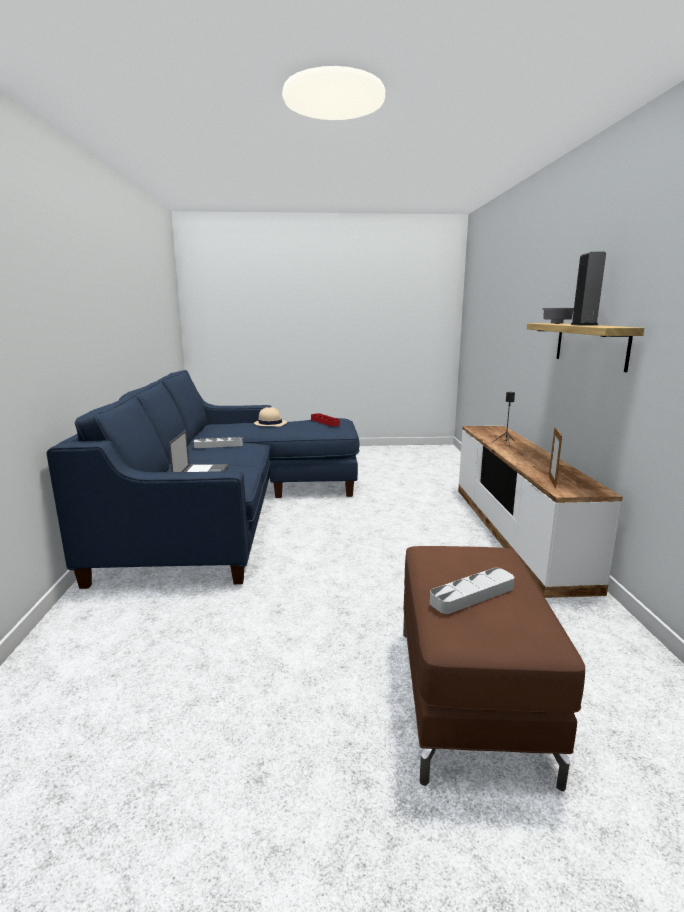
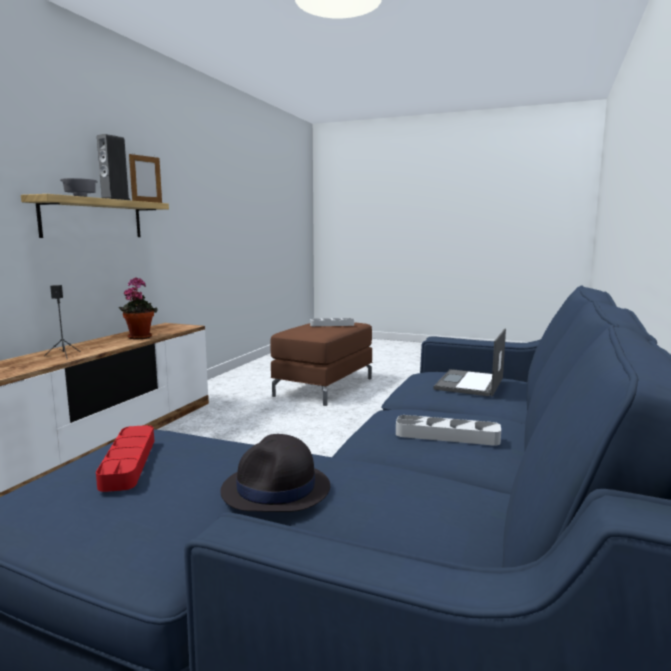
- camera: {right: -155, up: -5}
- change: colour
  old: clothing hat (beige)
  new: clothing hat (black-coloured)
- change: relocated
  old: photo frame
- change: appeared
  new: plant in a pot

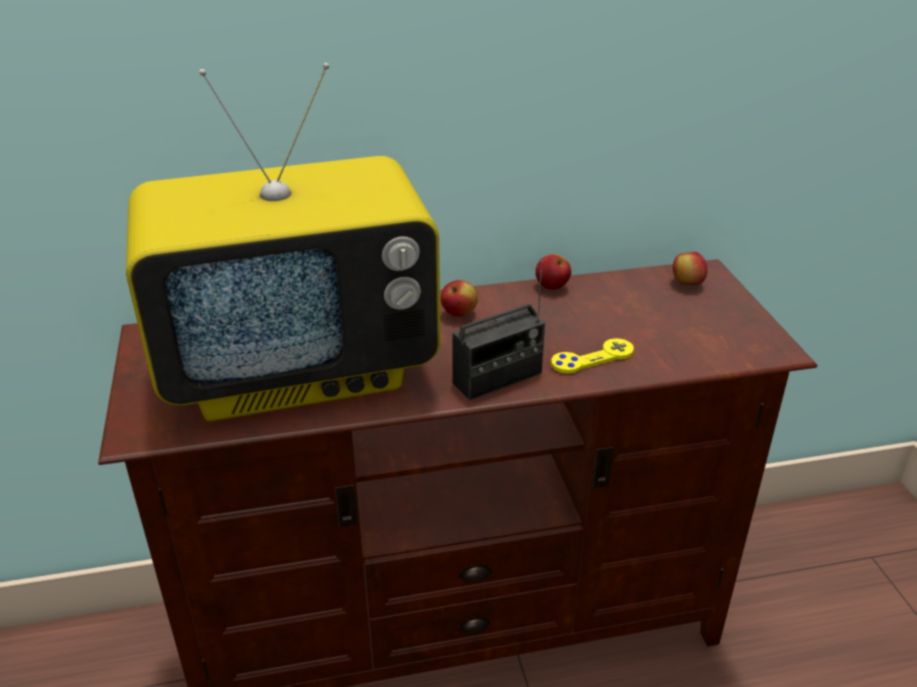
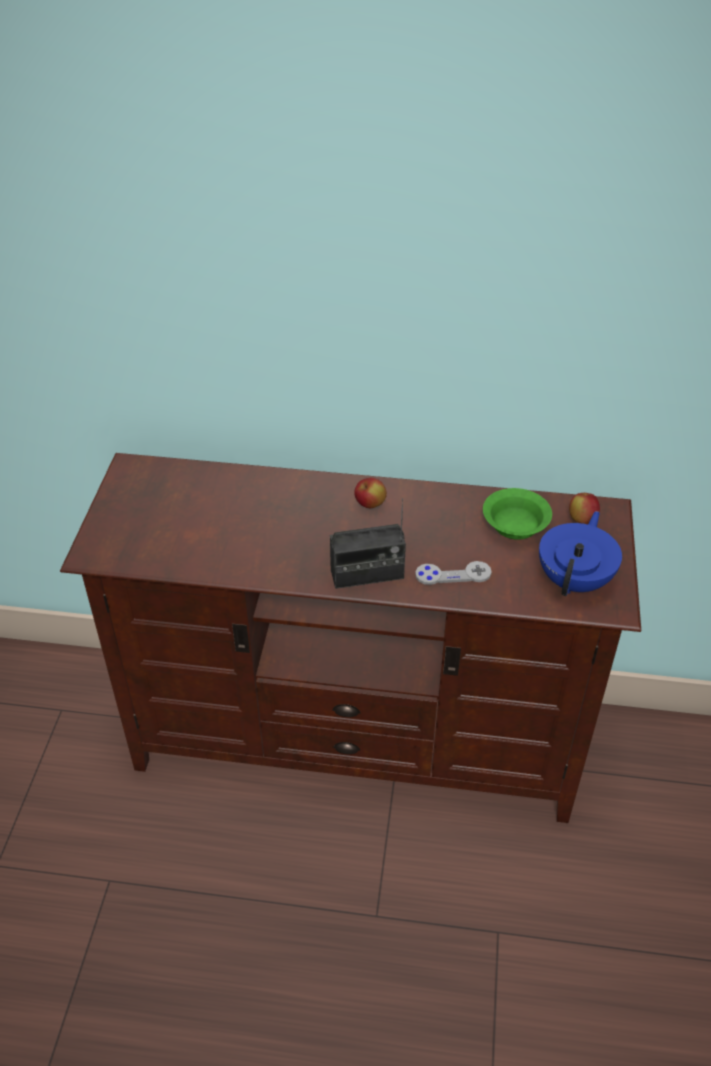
- camera: {right: 20, up: 10}
- change: missing
  old: television
- change: missing
  old: apple fruit (no. 2 from left)
- change: colour
  old: gamepad (yellow)
  new: gamepad (grey)
- change: appeared
  new: serving bowl (green-coloured)
- change: appeared
  new: teapot (blue-coloured)

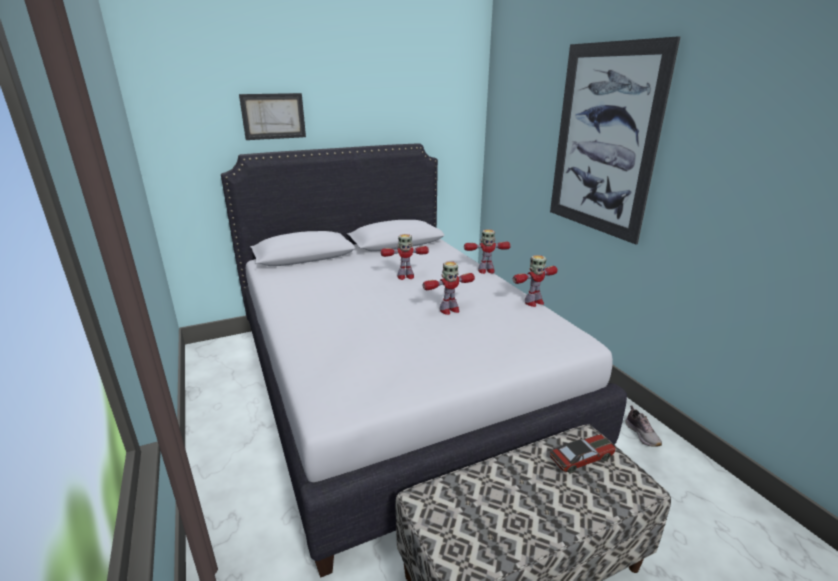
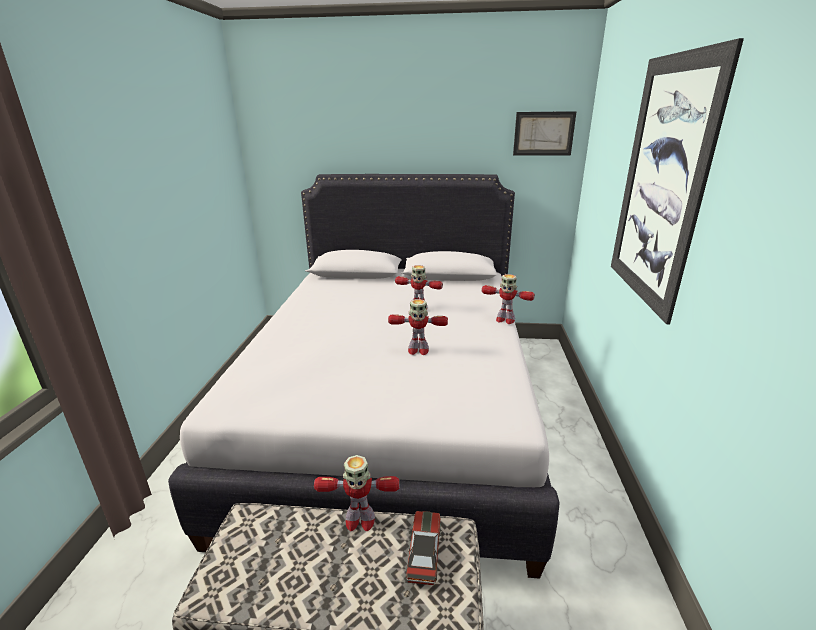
- camera: {right: 30, up: 0}
- change: relocated
  old: wall art (no. 1 from left)
- change: relocated
  old: toy robot (no. 4 from left in the first image)
  new: toy robot (no. 1 from left)
- change: missing
  old: shoe
- change: spun
  old: toy car
  degrees: -90

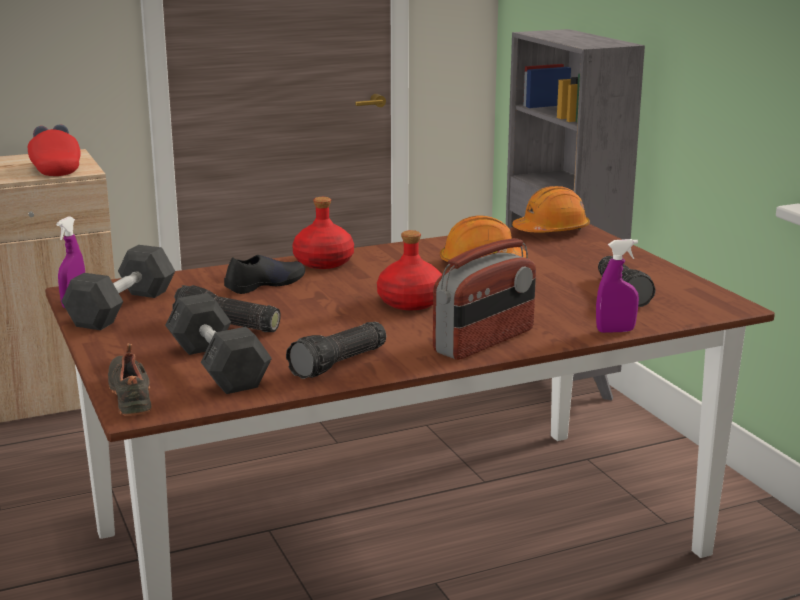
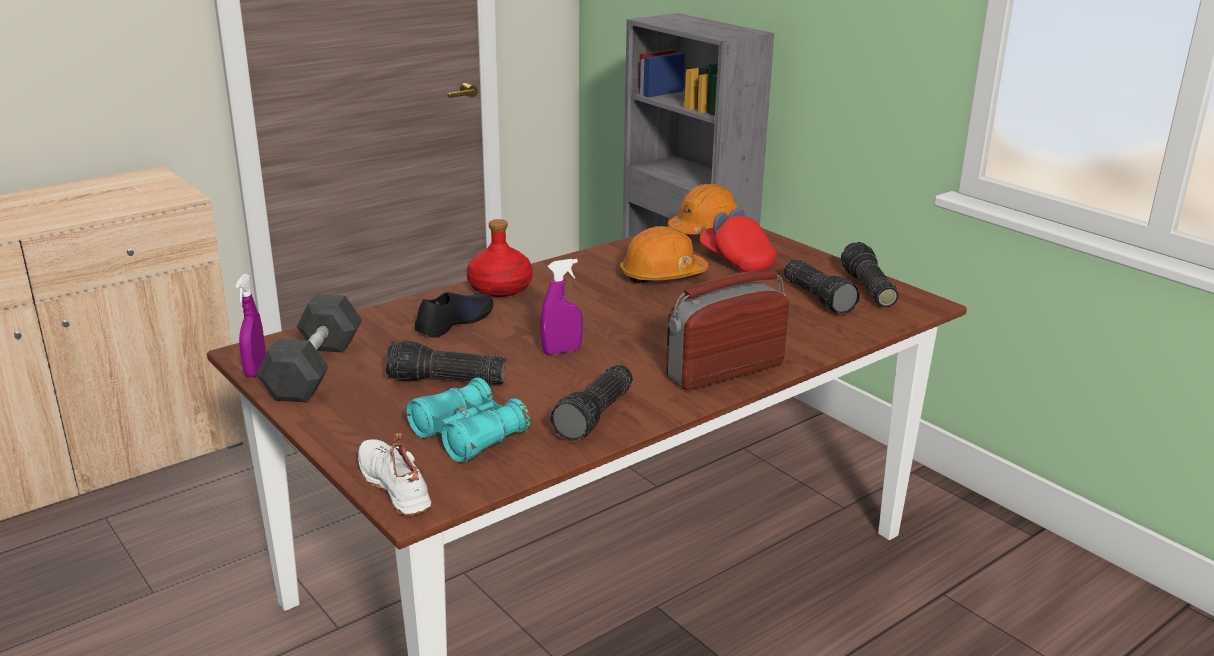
- camera: {right: -15, up: 5}
- change: relocated
  old: baseball cap (reddish)
- change: missing
  old: bottle (reddish) (no. 2 from left)
- change: spun
  old: radio
  degrees: -150
- change: relocated
  old: spray bottle (purplish) (no. 2 from left)
- change: exchanged
  old: hand weight (grey) (no. 2 from left)
  new: binoculars (turquoise-coloured)
- change: colour
  old: shoe (black-coloured) (no. 1 from left)
  new: shoe (white-coloured)
- change: appeared
  new: flashlight (no. 4 from left)

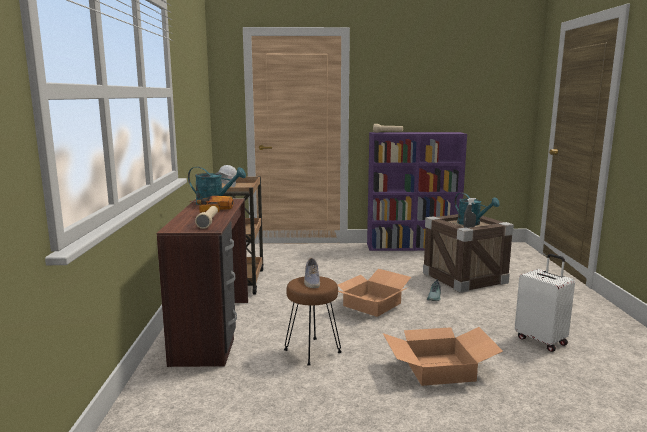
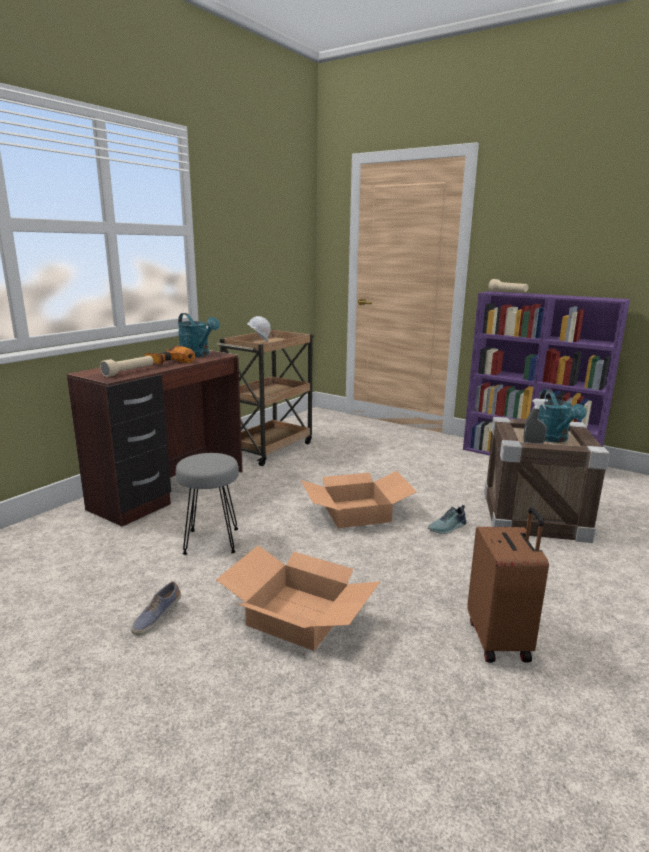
- camera: {right: 35, up: 5}
- change: colour
  old: suitcase (white-coloured)
  new: suitcase (brown)
- change: relocated
  old: shoe (no. 1 from left)
- change: colour
  old: stool (brown)
  new: stool (grey)

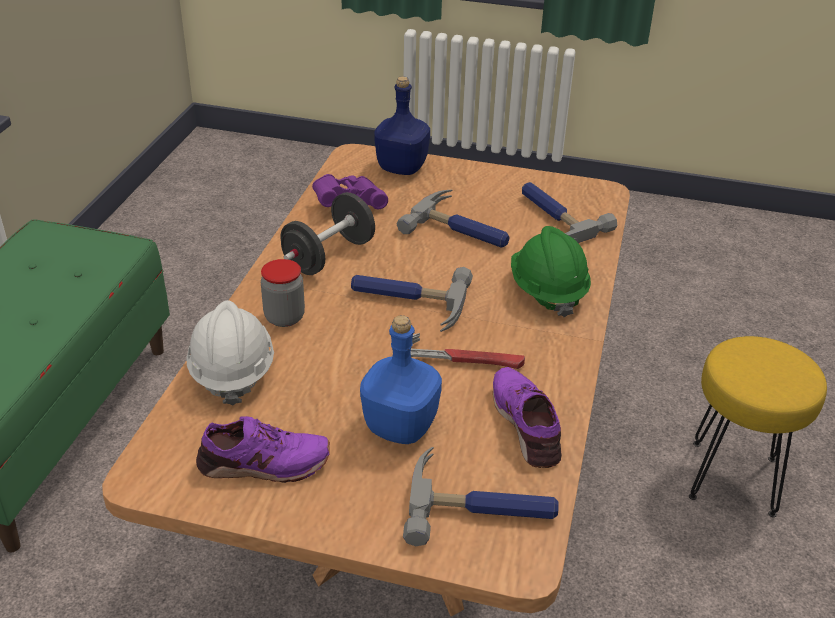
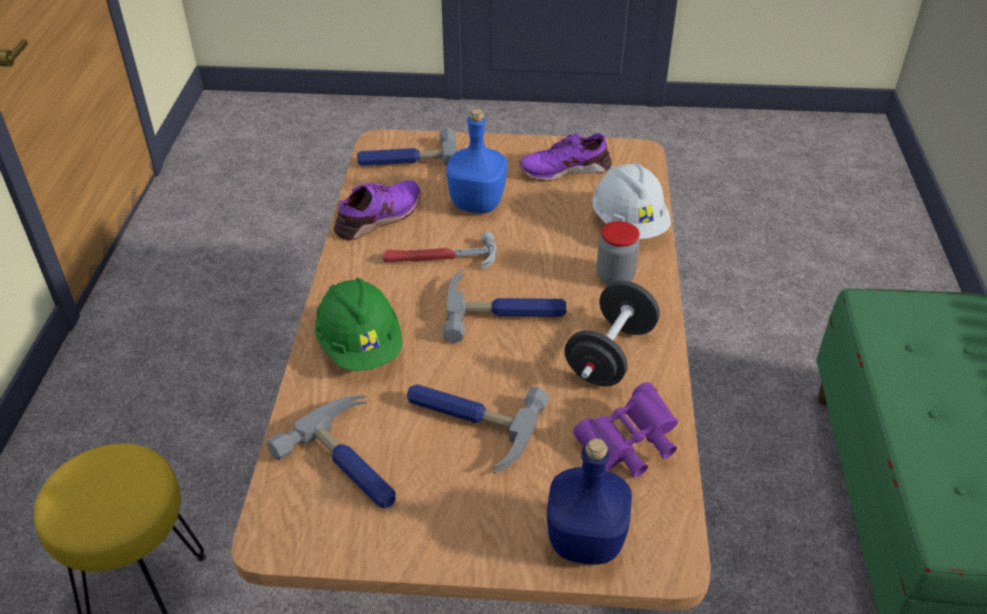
- camera: {right: 170, up: 5}
- change: spun
  old: shoe (purplish) (no. 2 from left in the first image)
  degrees: -105

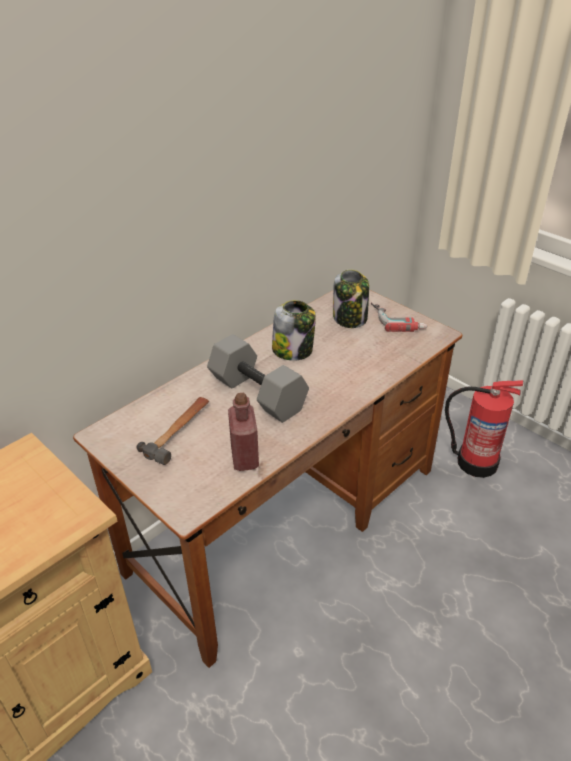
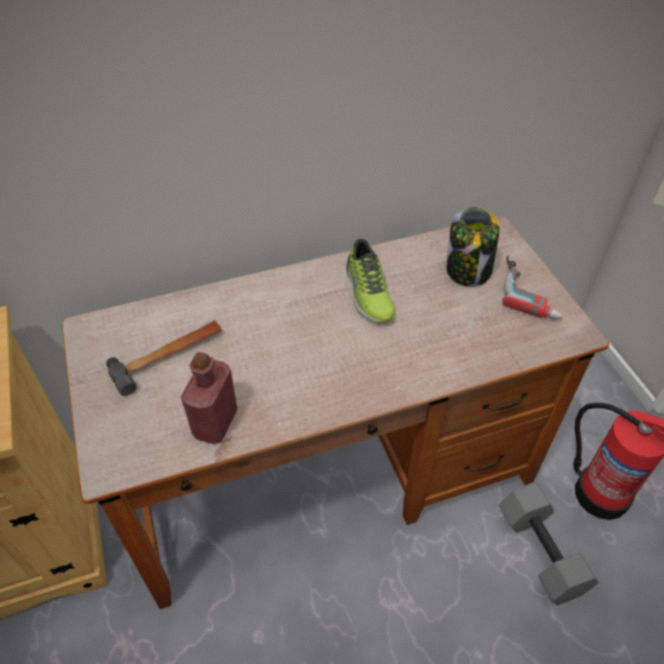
- camera: {right: 25, up: 10}
- change: exchanged
  old: jar (no. 1 from left)
  new: shoe
- change: relocated
  old: hand weight (grey)

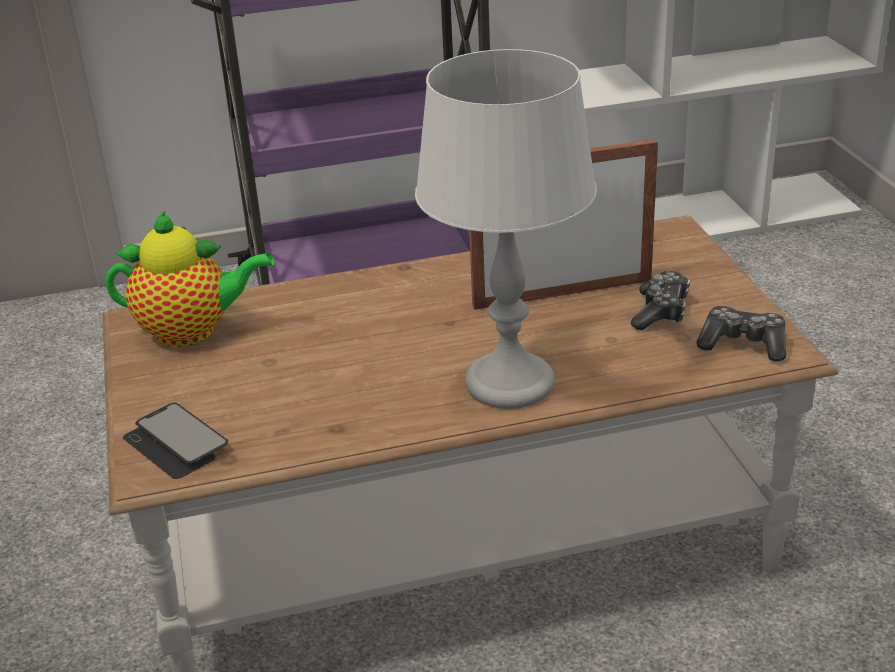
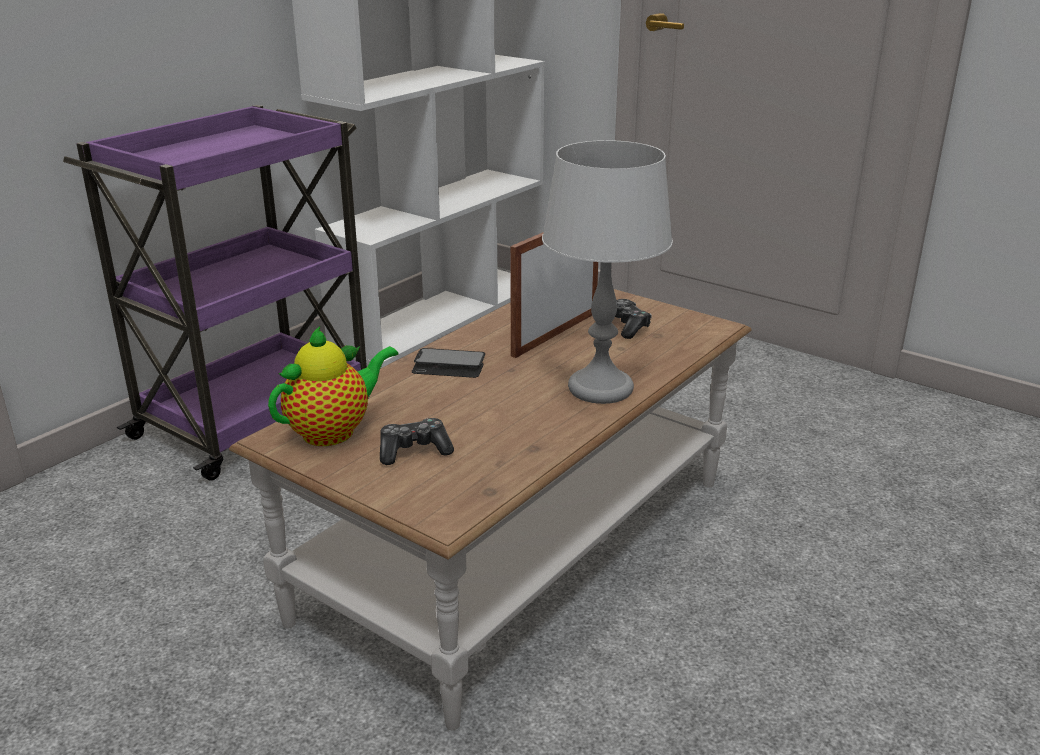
- camera: {right: -40, up: -5}
- change: relocated
  old: gamepad (no. 2 from left in the first image)
  new: gamepad (no. 1 from left)
- change: relocated
  old: handset

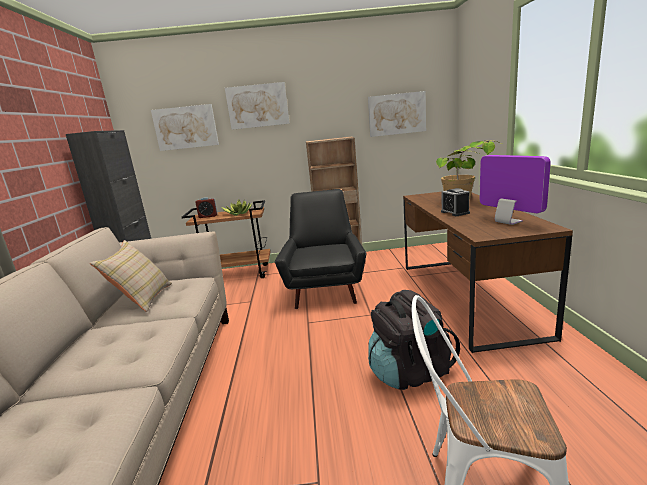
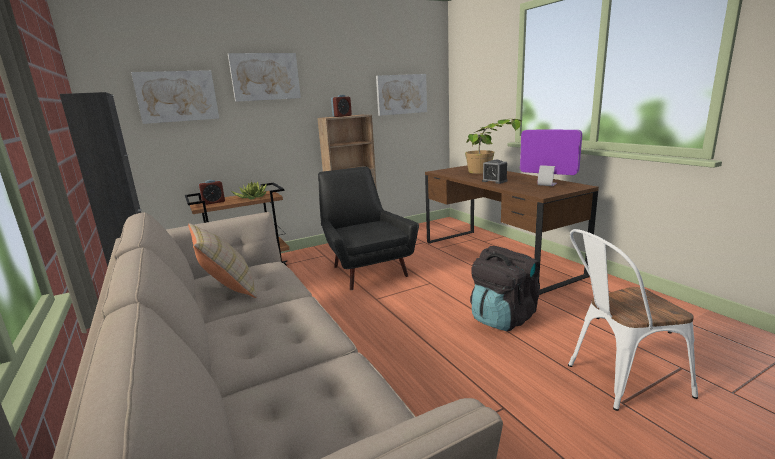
- camera: {right: -25, up: 0}
- change: appeared
  new: table clock (no. 2 from left)

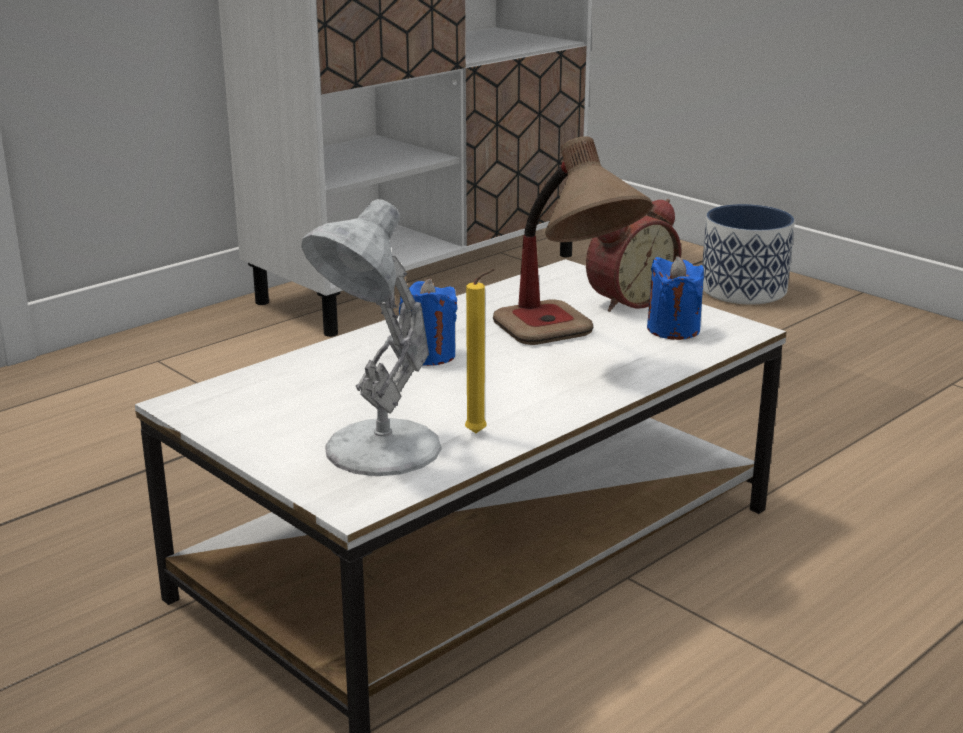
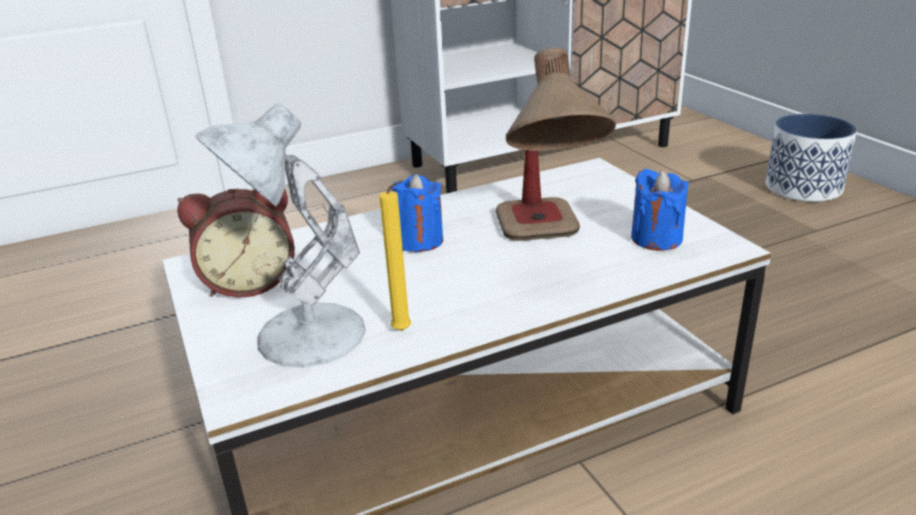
- camera: {right: 20, up: 5}
- change: relocated
  old: table clock

